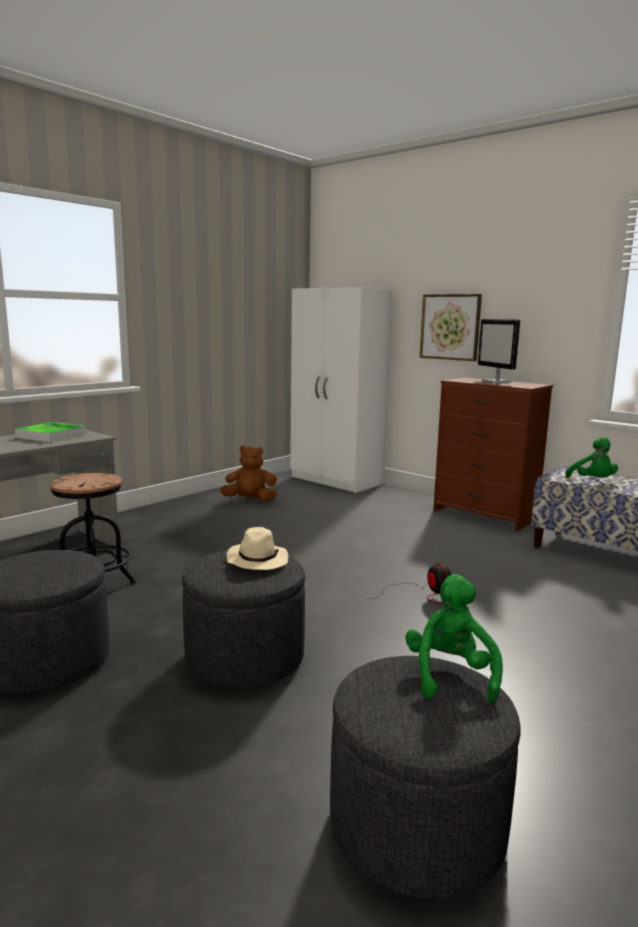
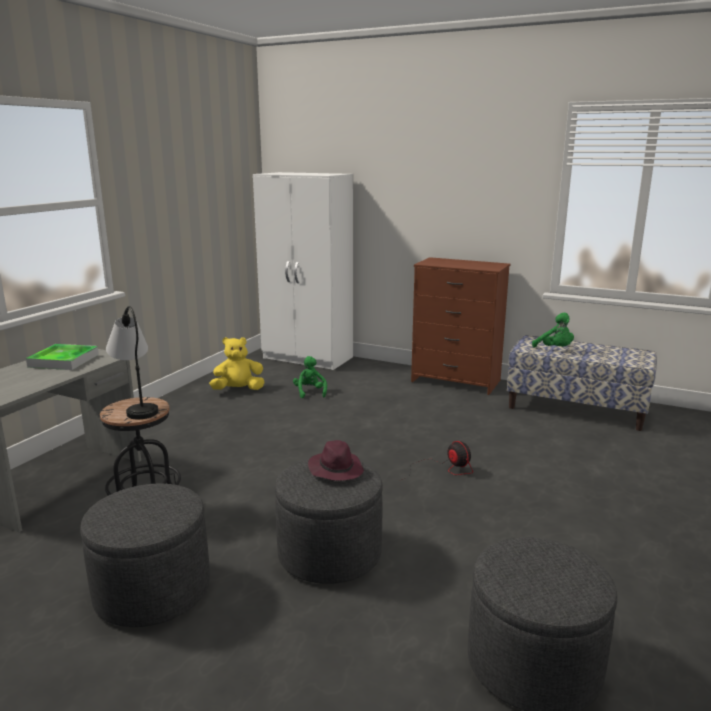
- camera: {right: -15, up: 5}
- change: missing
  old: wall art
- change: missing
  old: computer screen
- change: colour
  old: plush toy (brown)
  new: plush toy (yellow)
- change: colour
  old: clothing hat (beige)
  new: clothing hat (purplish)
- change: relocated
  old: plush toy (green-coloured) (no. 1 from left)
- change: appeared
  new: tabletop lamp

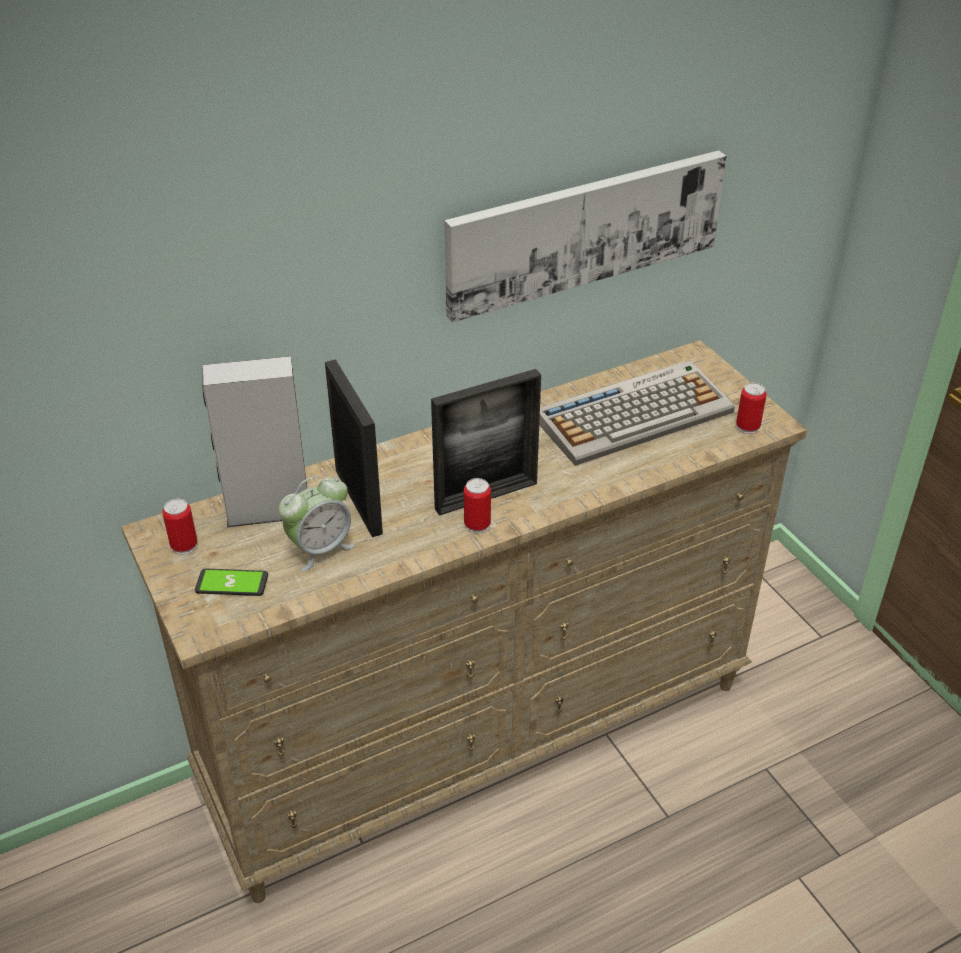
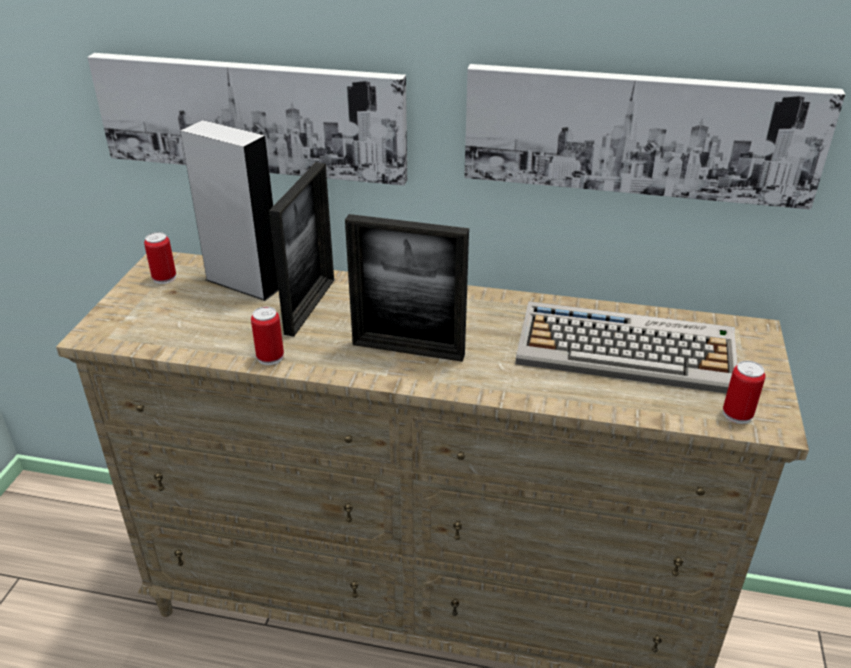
- camera: {right: 40, up: -5}
- change: missing
  old: table clock
- change: relocated
  old: can (no. 2 from left)
- change: missing
  old: handset
- change: appeared
  new: wall art (no. 1 from left)

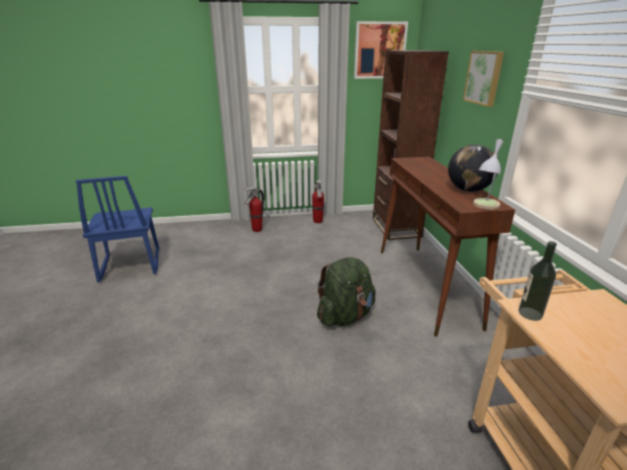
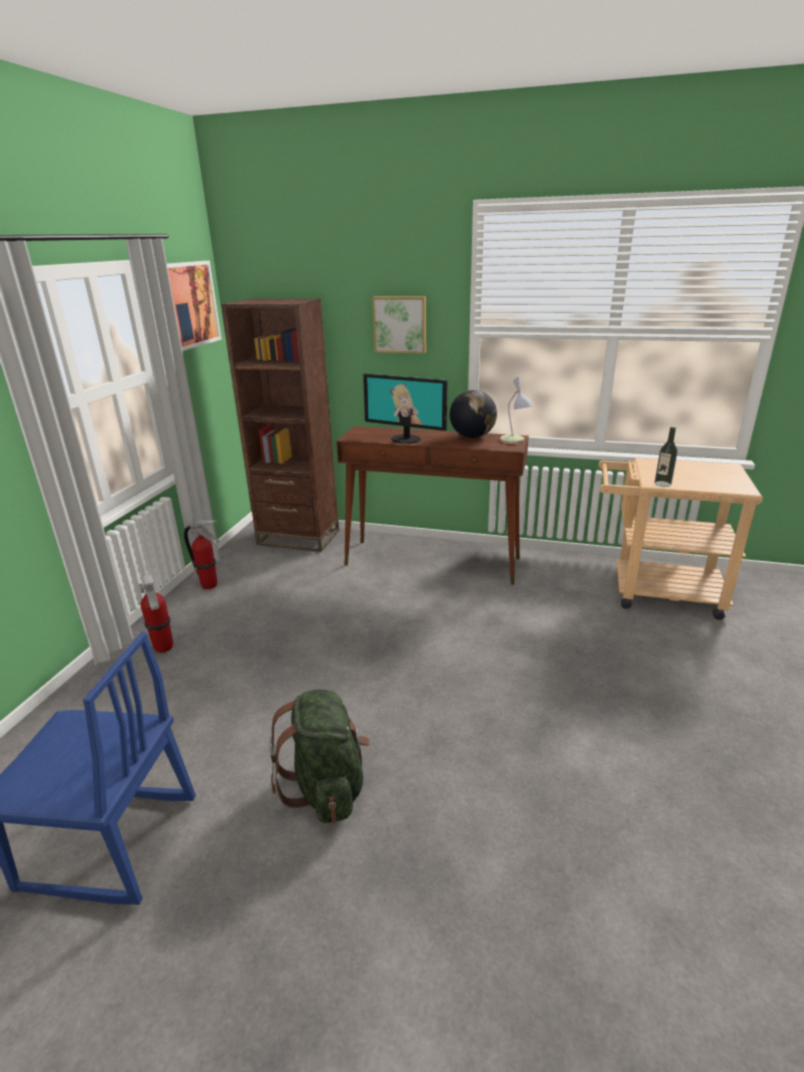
- camera: {right: -65, up: 0}
- change: relocated
  old: backpack (green-coloured)
- change: appeared
  new: computer screen

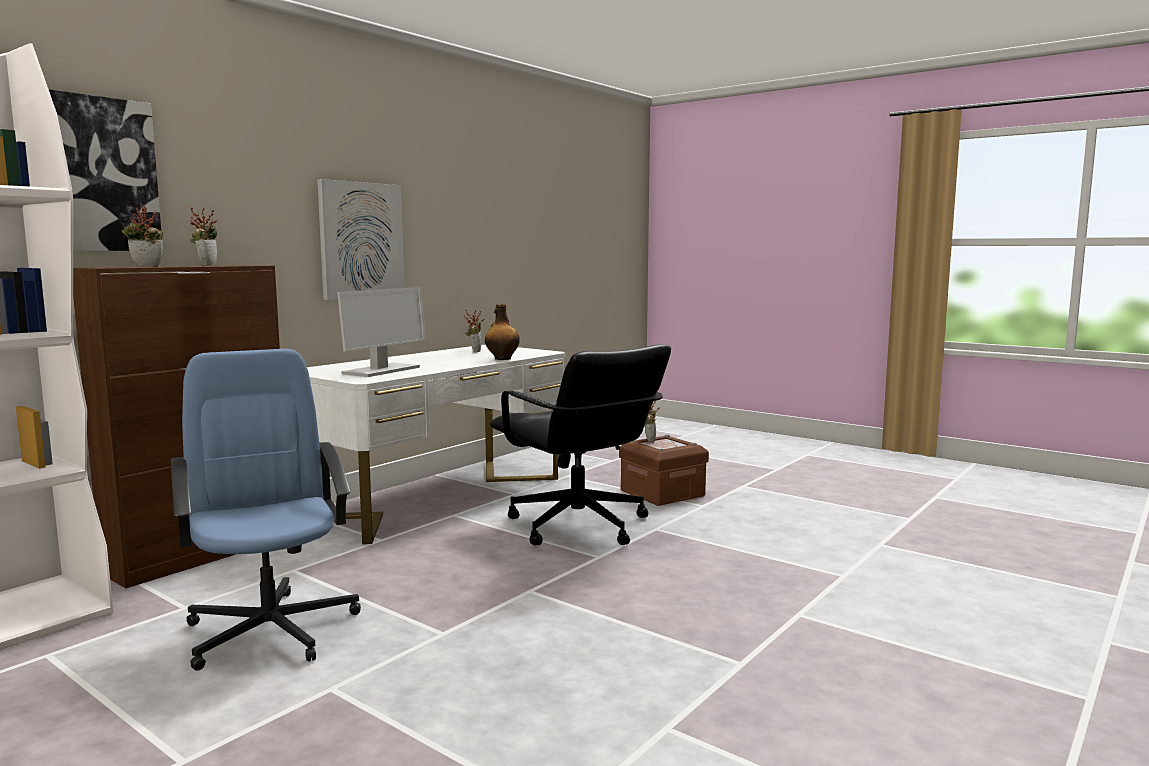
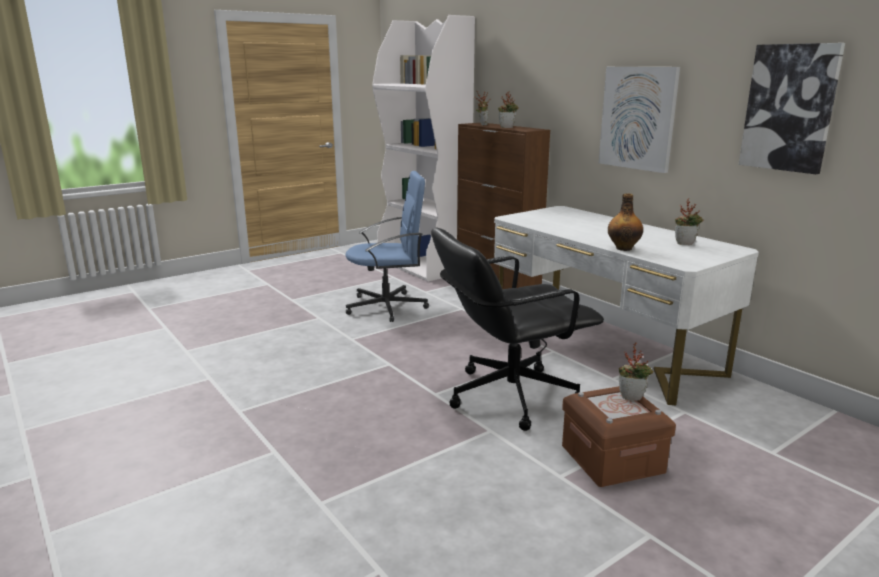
- camera: {right: 105, up: 10}
- change: relocated
  old: wall art (no. 1 from left in the first image)
  new: wall art (no. 2 from left)
- change: missing
  old: computer screen

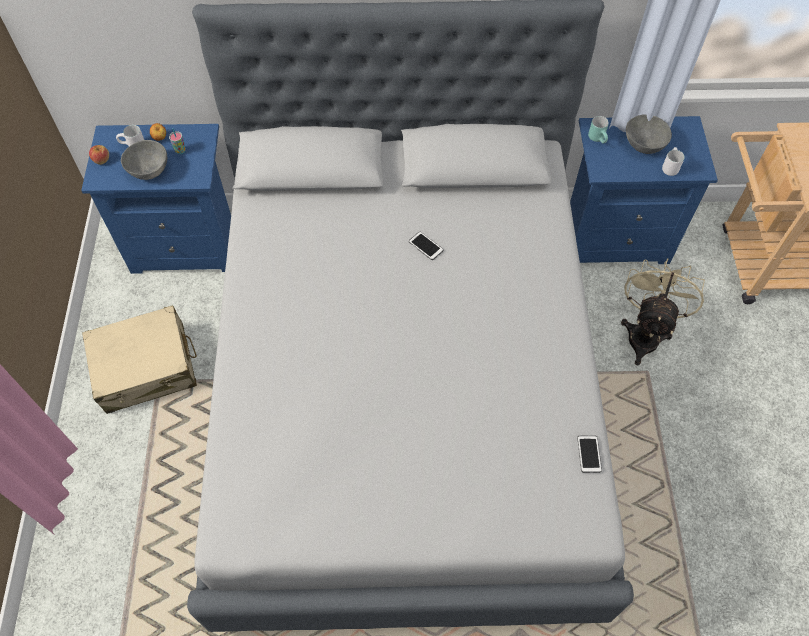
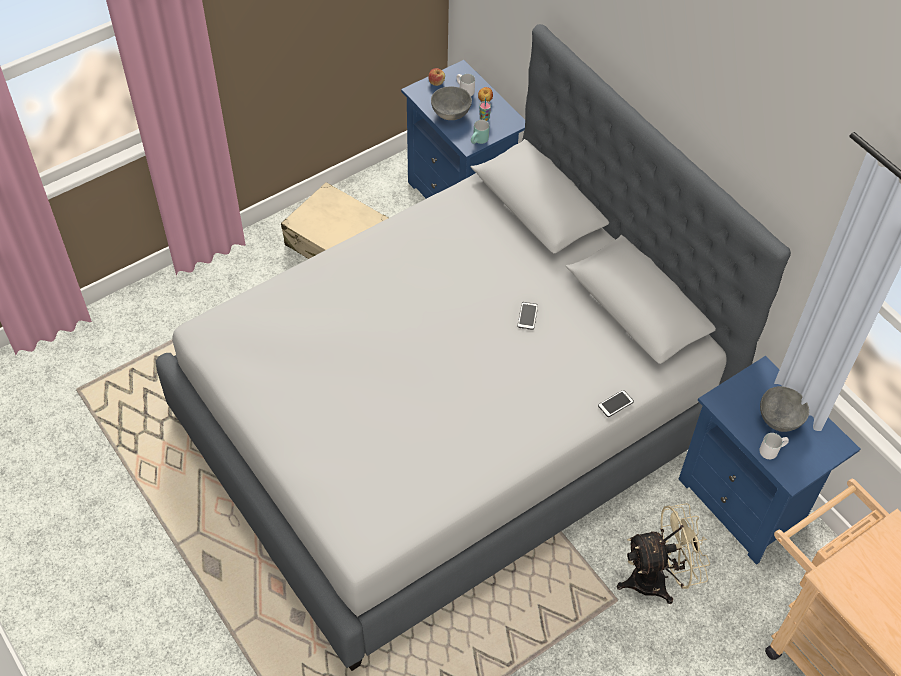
- camera: {right: 55, up: -5}
- change: relocated
  old: tea mug (turquoise-coloured)
- change: relocated
  old: handset (no. 2 from left)

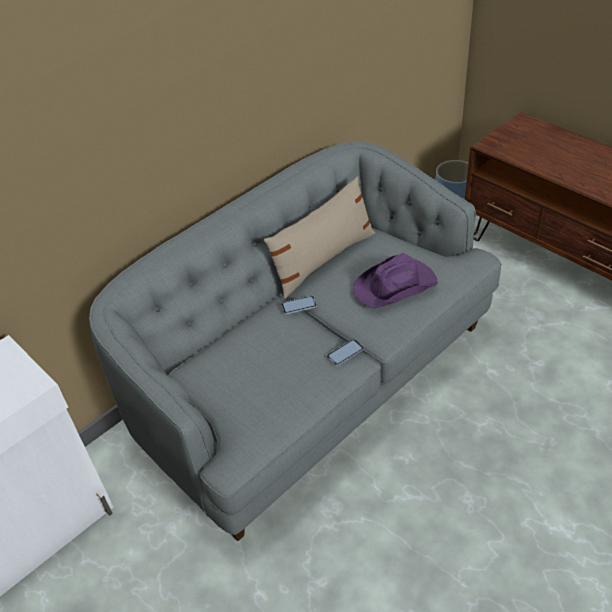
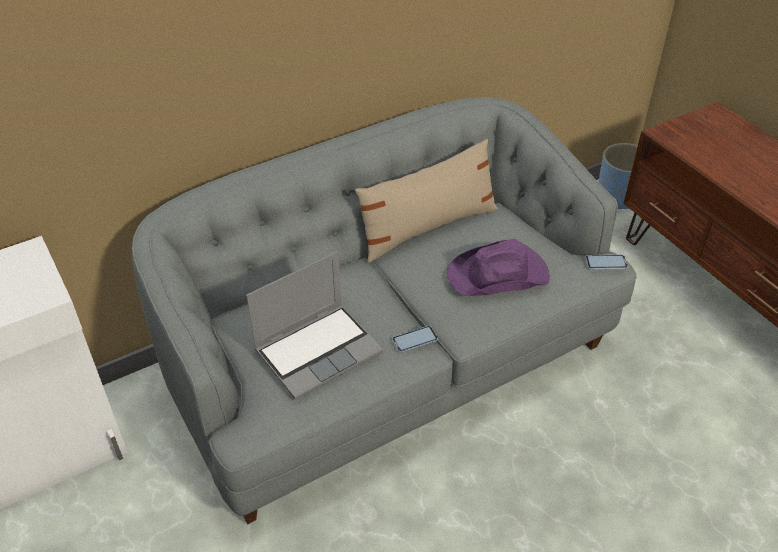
- camera: {right: 10, up: 0}
- change: relocated
  old: handset (no. 1 from left in the first image)
  new: handset (no. 2 from left)
- change: appeared
  new: notebook computer

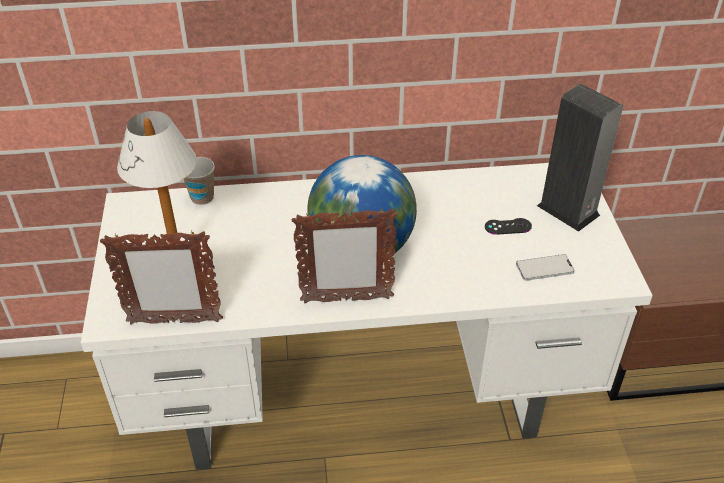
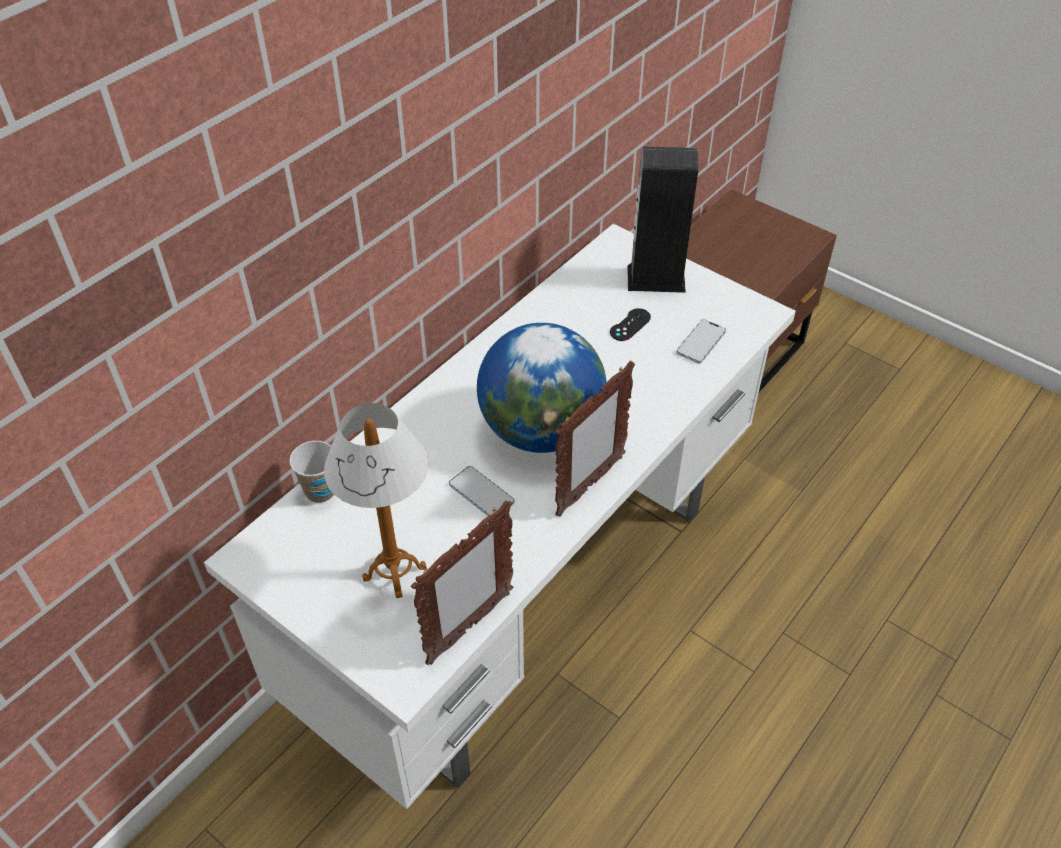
- camera: {right: -45, up: 5}
- change: appeared
  new: handset (no. 1 from left)

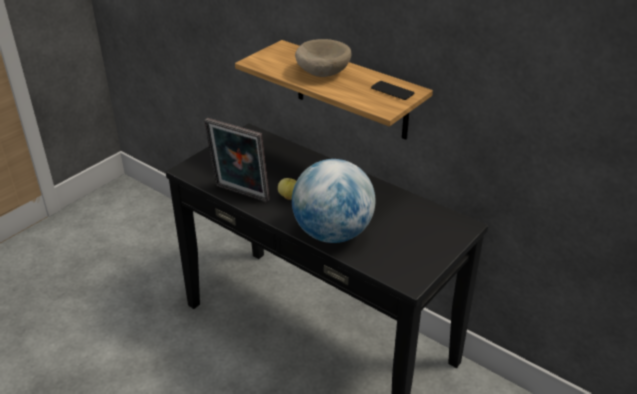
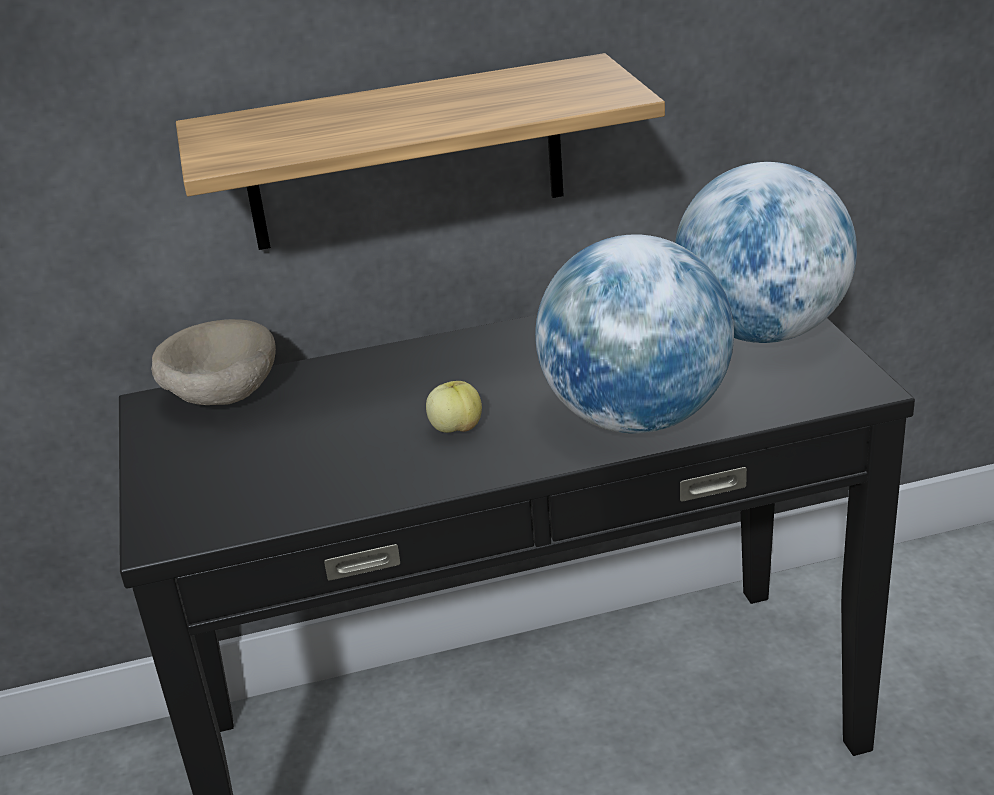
- camera: {right: -50, up: -5}
- change: relocated
  old: serving bowl (beige)
- change: missing
  old: handset
- change: missing
  old: photo frame
- change: appeared
  new: world globe (no. 2 from left)

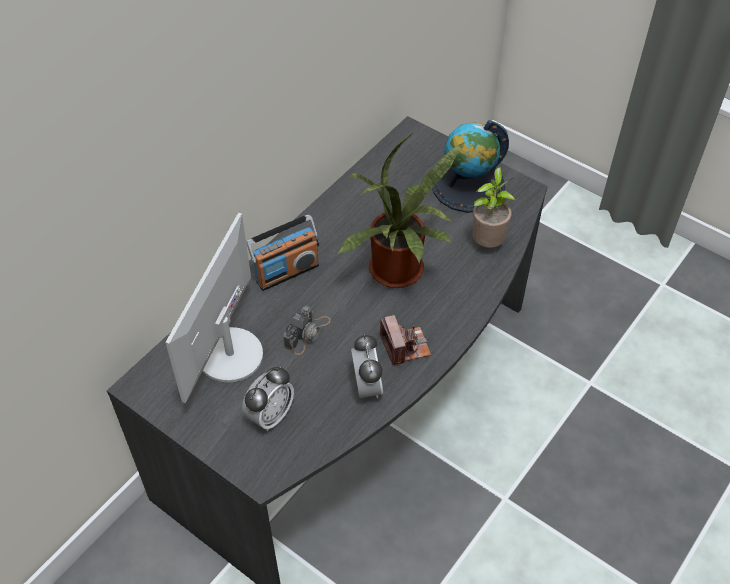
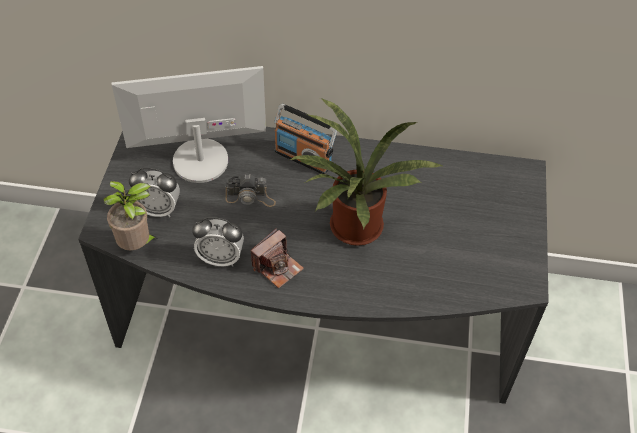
- camera: {right: 60, up: 0}
- change: missing
  old: world globe
- change: relocated
  old: plant in a pot (no. 2 from left in the first image)
  new: plant in a pot (no. 1 from left)
- change: spun
  old: table clock (no. 2 from left)
  degrees: 45

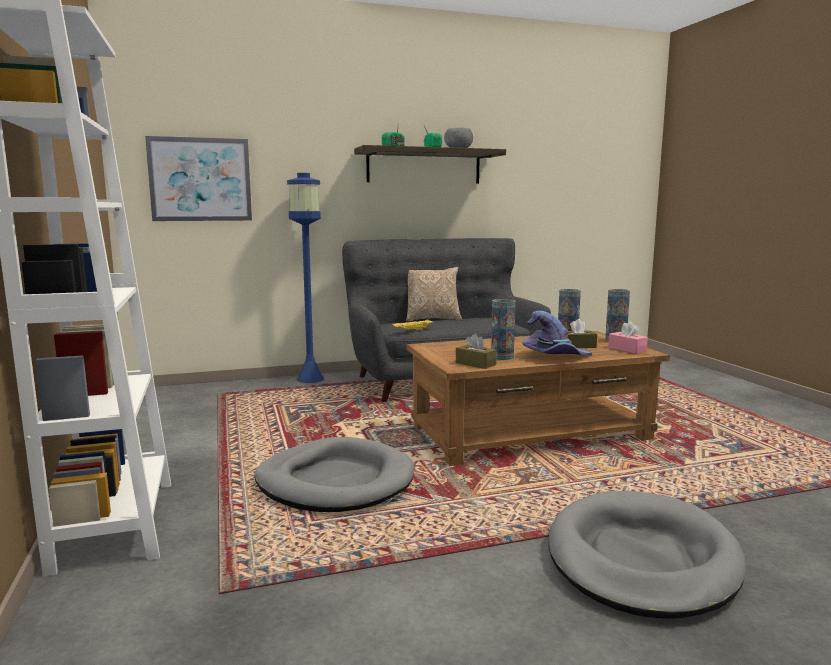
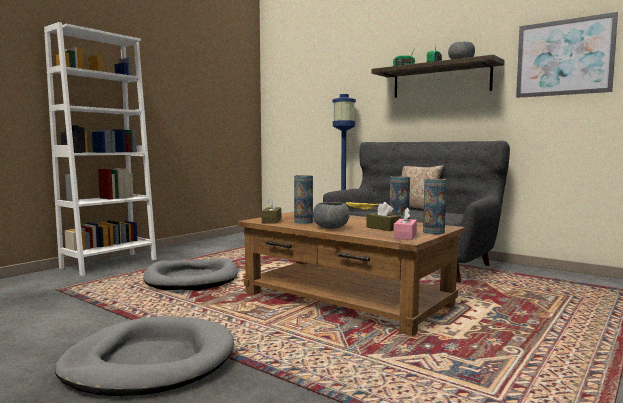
- camera: {right: 55, up: -5}
- change: relocated
  old: wall art
- change: exchanged
  old: clothing hat (purplish)
  new: serving bowl (grey) (no. 1 from left)

